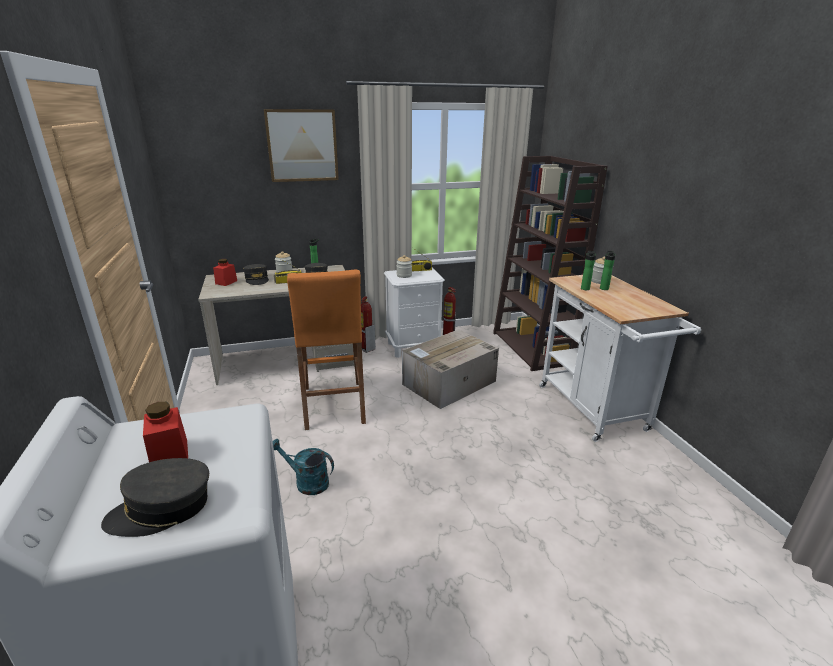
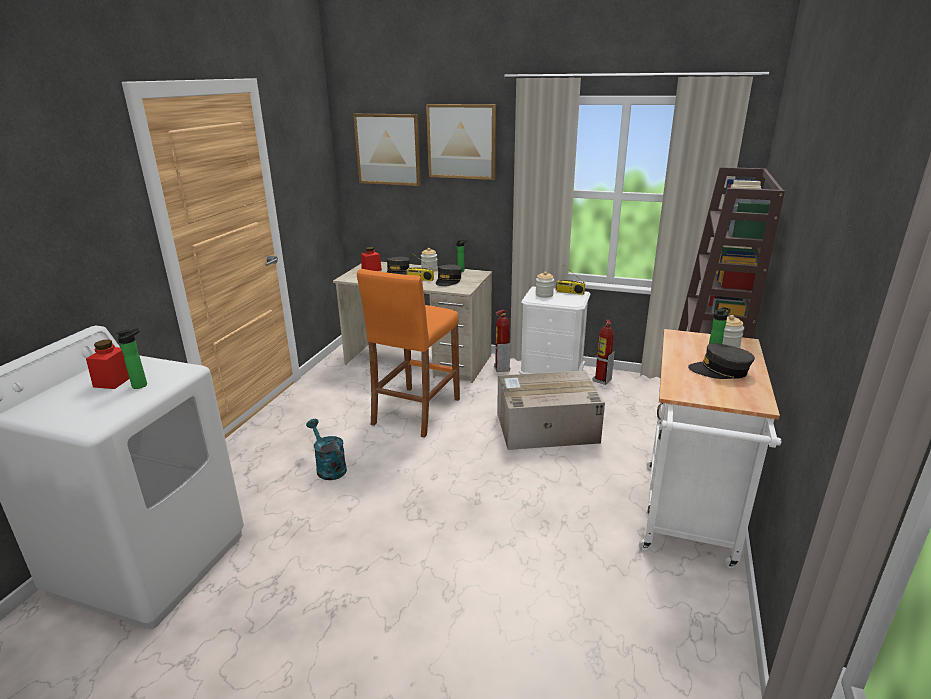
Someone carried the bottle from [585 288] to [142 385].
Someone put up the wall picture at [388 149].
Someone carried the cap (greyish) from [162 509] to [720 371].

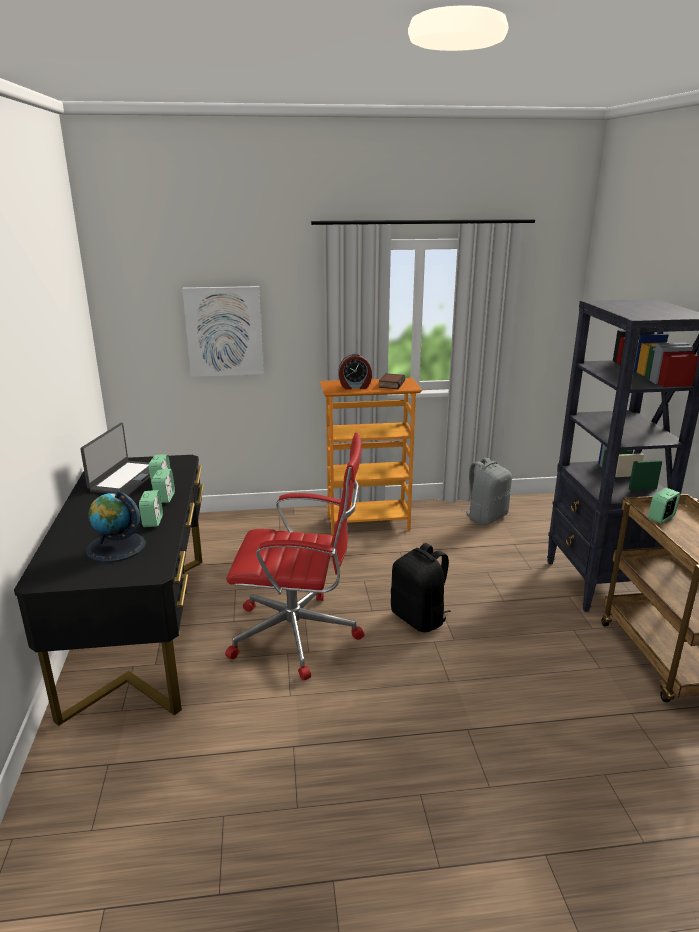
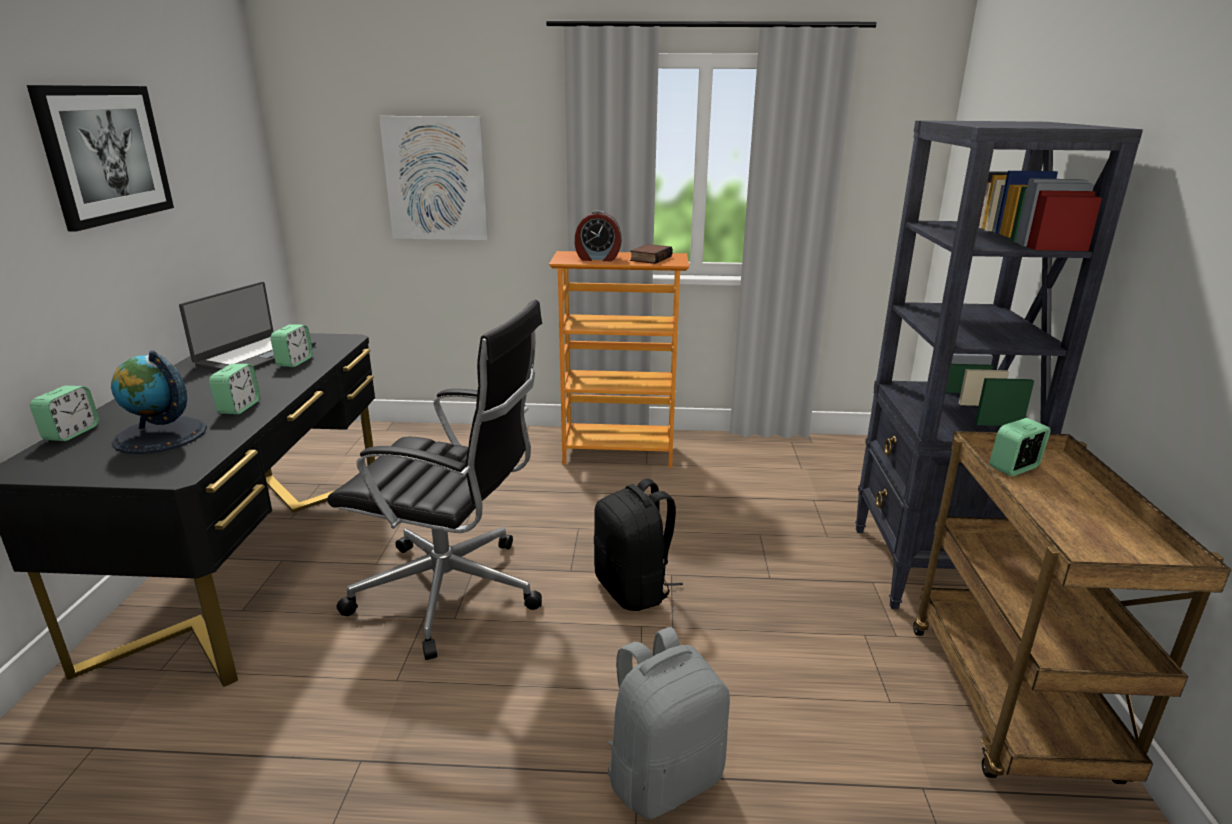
Someone put up the wall picture at [105 154].
Someone carried the alarm clock from [165 498] to [71 433].
Someone repainted the computer chair (red) at [299 635], which became the computer chair (blackish) at [453 593].
Someone carried the knapsack (greyish) from [486 517] to [664 777].

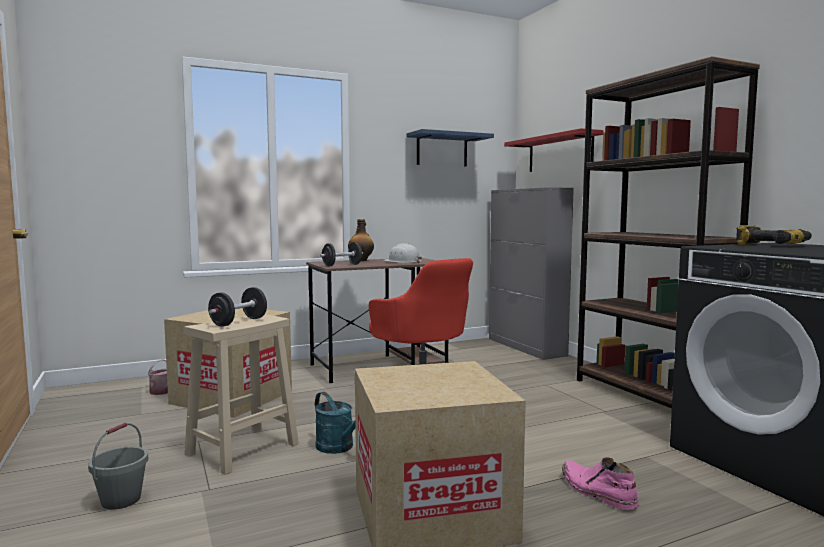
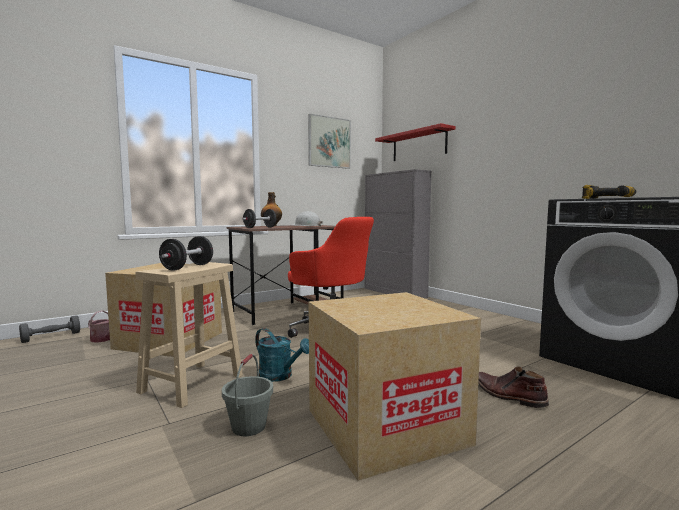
Someone put down the free weight (greyish) at [51 337].
Someone carried the water bucket (greyish) from [121 500] to [249 427].
Someone swapped the bracket shelf (blue-coloured) at [442 150] for the wall picture at [329 142].
Someone repainted the high-top boot (pink) at [596 492], which became the high-top boot (brown) at [508 395].
Someone took away the shelving unit (brown) at [649 396].

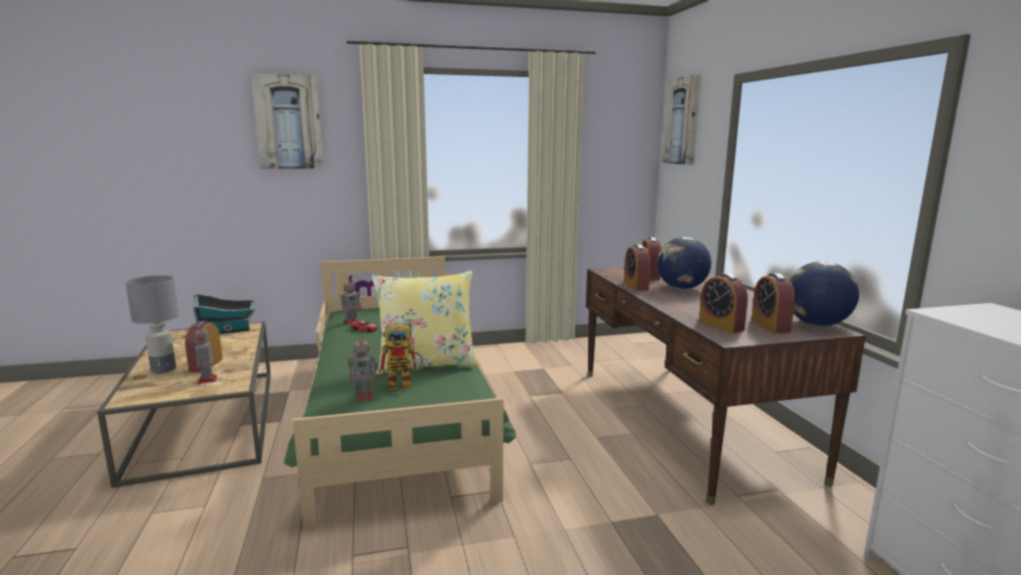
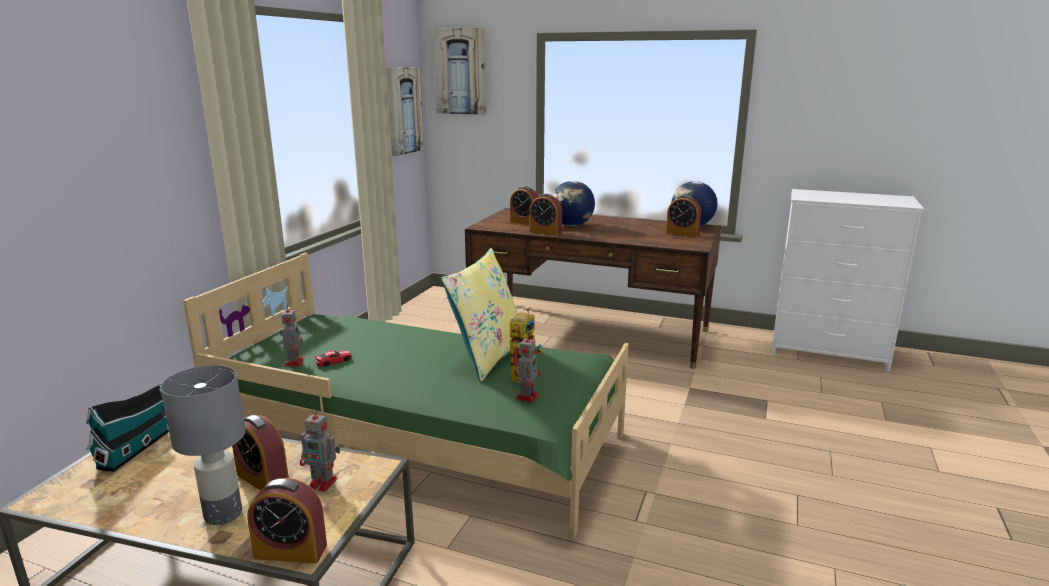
Someone carried the alarm clock from [721 325] to [290 551].
Someone carried the wall picture from [288 122] to [404 110].

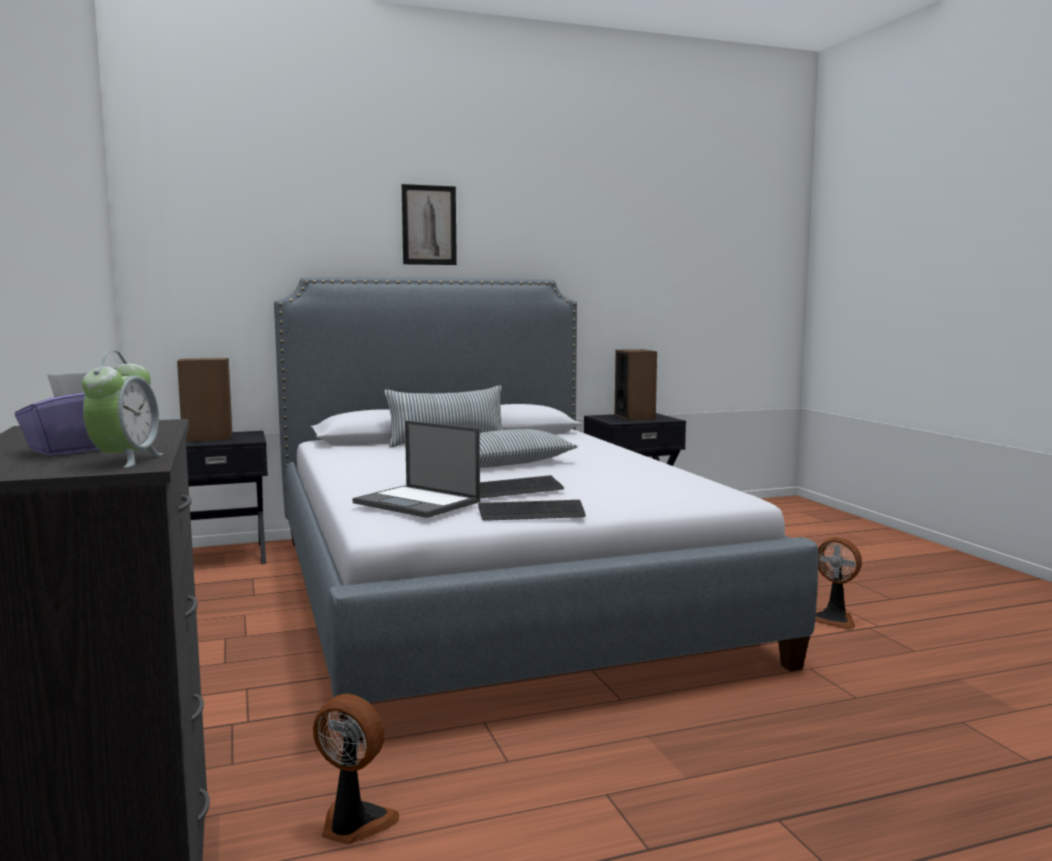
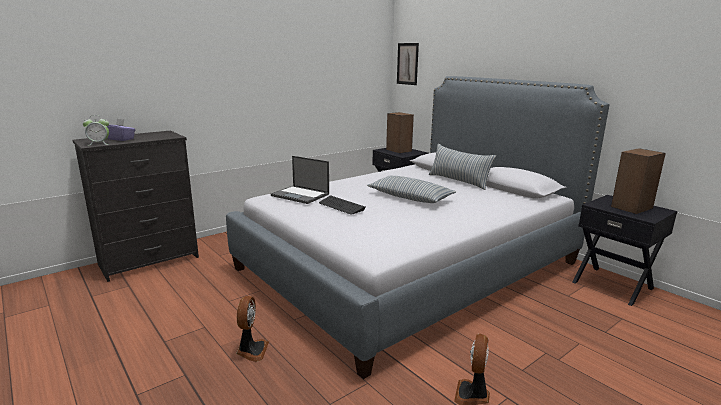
Someone carried the electric fan from [353 824] to [251 350].
Someone rotated the laptop at [418 502] by 75 degrees counterclockwise.
Someone carried the wall picture from [429 225] to [407 64].
Someone took away the computer keyboard at [531 513].

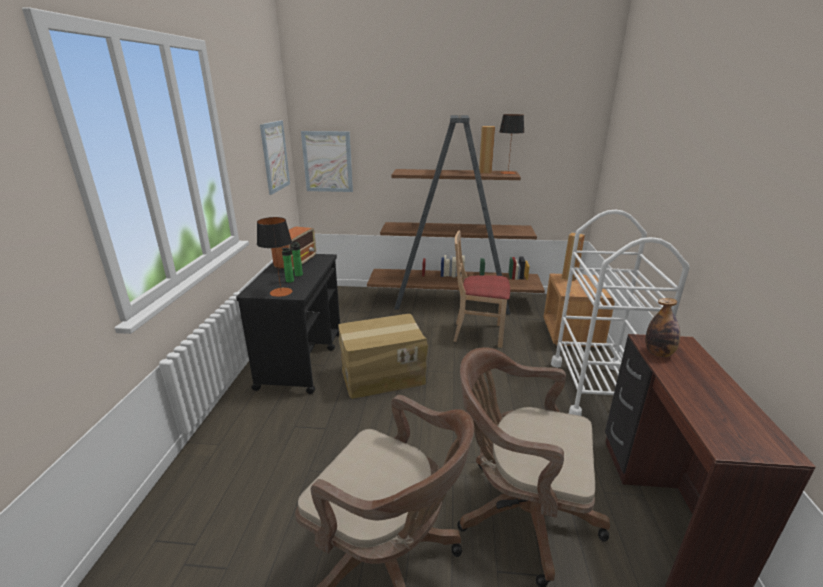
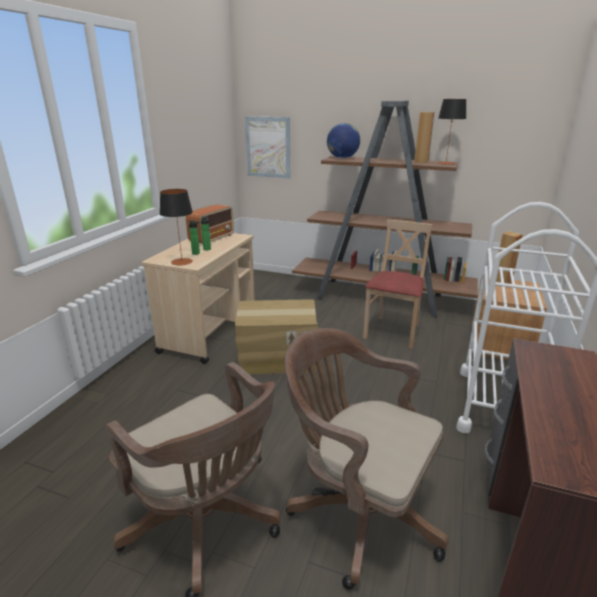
Someone repainted the trolley (blackish) at [302 359], which became the trolley (beige) at [210 332].
Someone put down the desk globe at [342 158].
Someone rotated the upright chair (beige) at [478 333] by 90 degrees clockwise.
Someone took away the wall picture at [275 156].
Someone took away the bottle at [658 353].

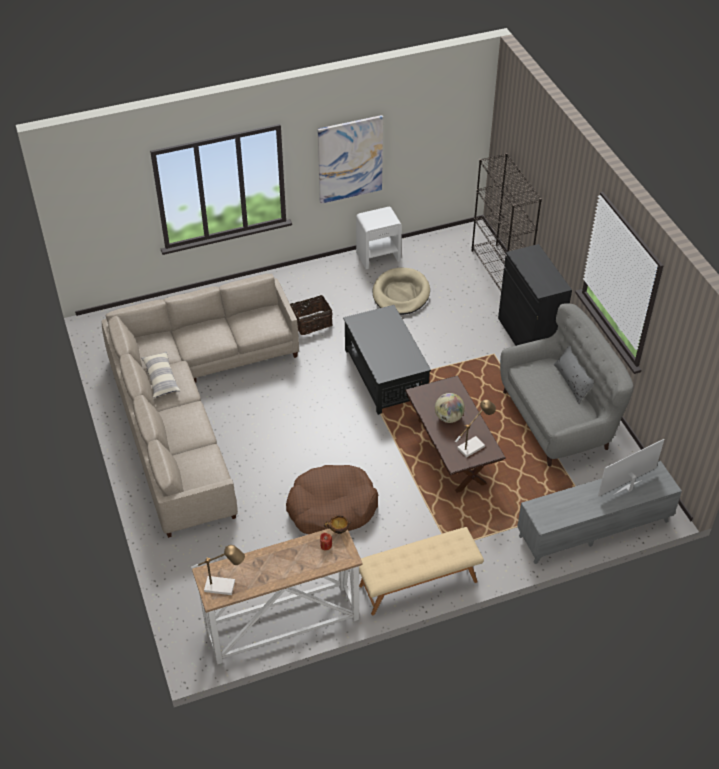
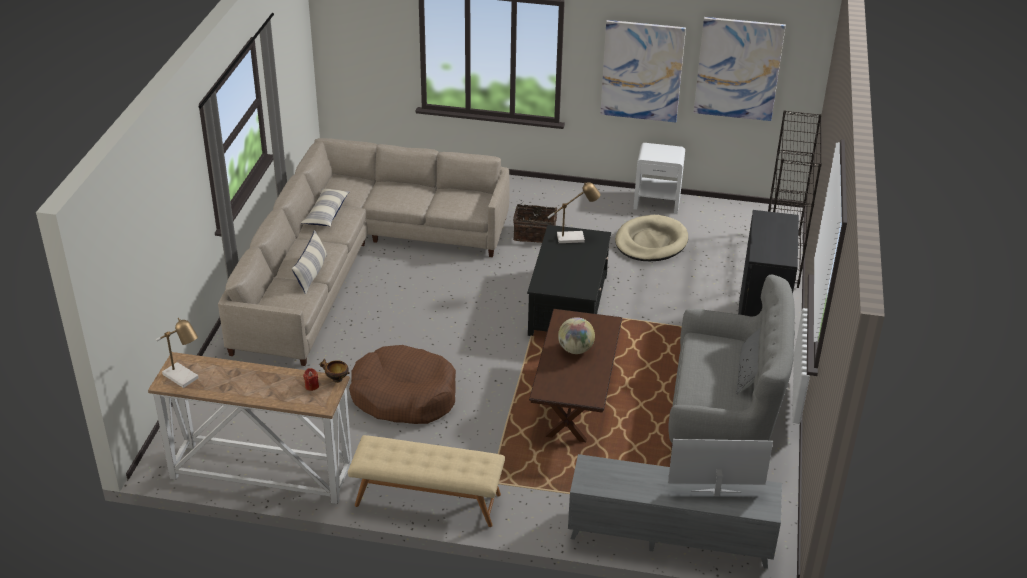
Someone put down the cushion at [311 273].
Someone carried the table lamp from [473 445] to [574 237].
Someone put up the wall picture at [738 69].

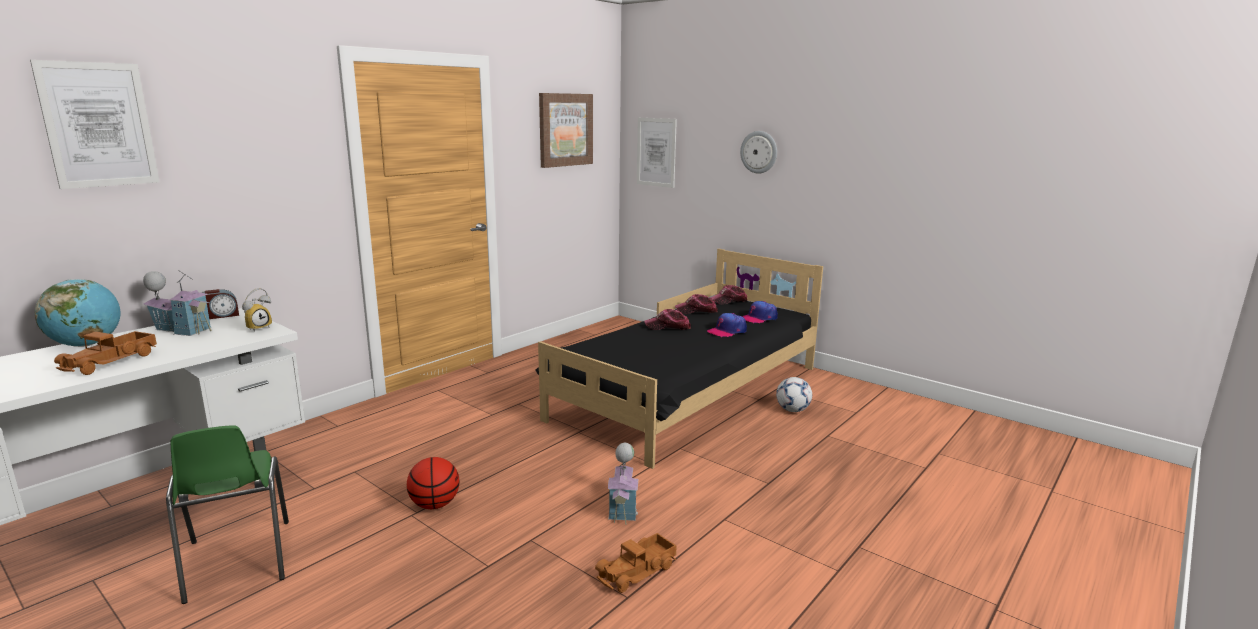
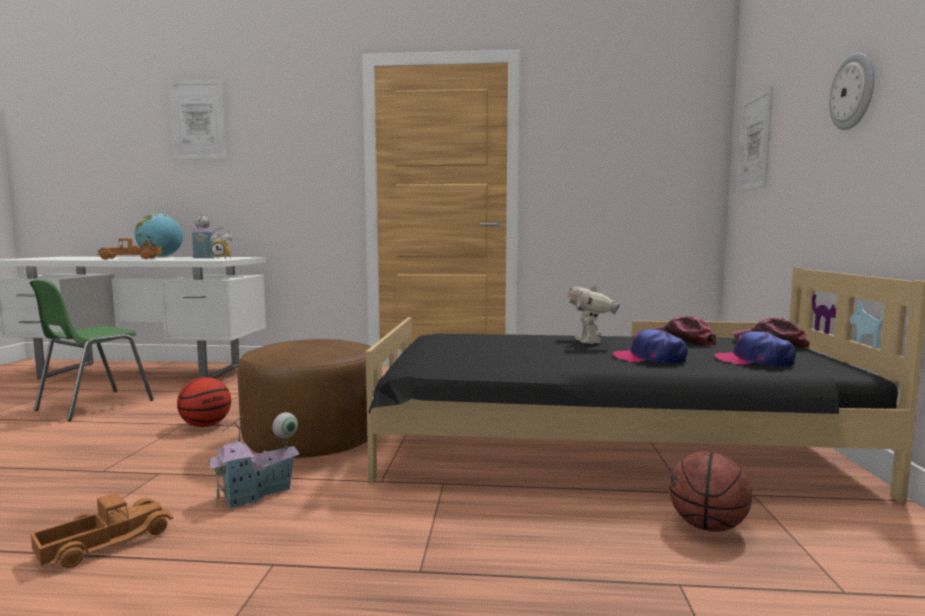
Someone rotated the toy lorry at [638 571] by 120 degrees clockwise.
Someone put down the pouffe (brown) at [313 440].
Someone swapped the cap at [668 327] for the robot figure at [590 342].
Someone swapped the football at [792 410] for the basketball ball at [707 526].
Someone took away the alarm clock at [222 315].
Someone took away the wall picture at [565 130].

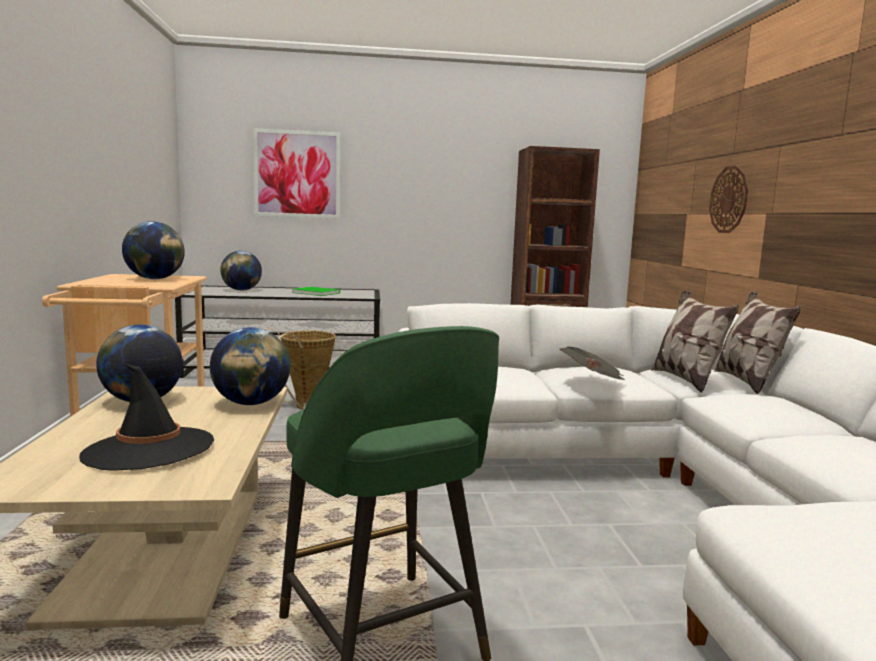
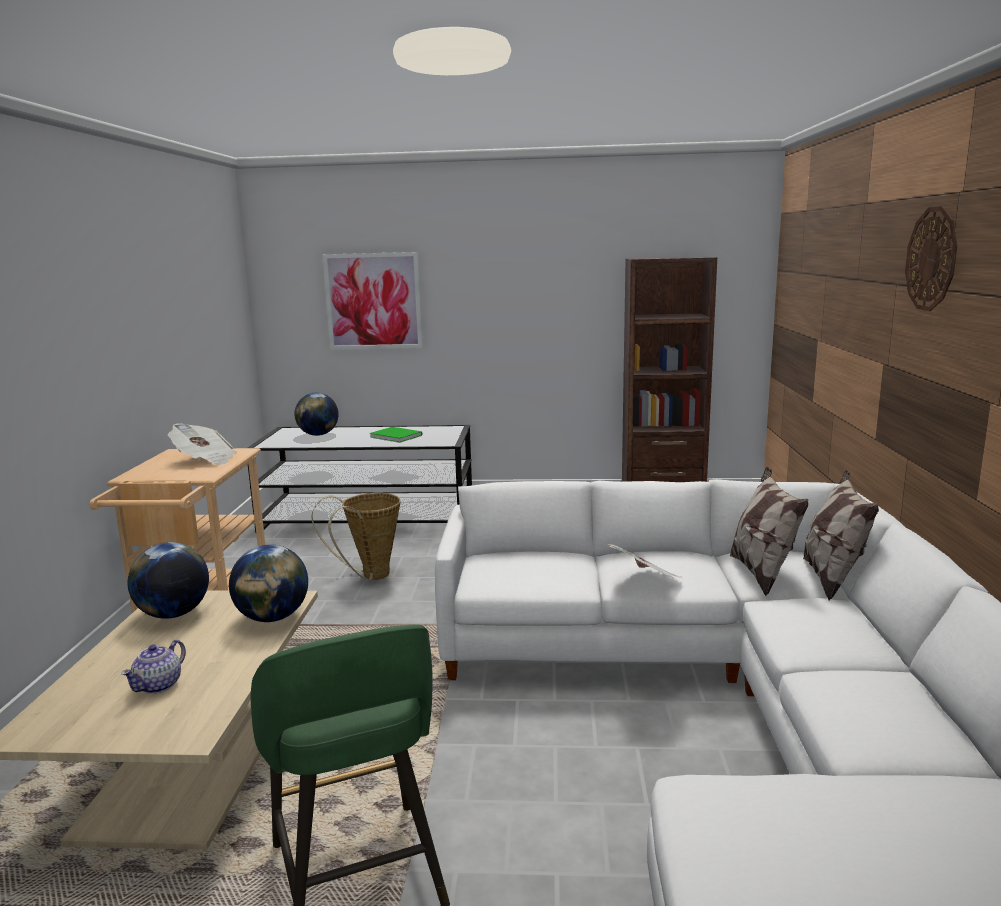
Someone swapped the wearable hat (blackish) at [149 449] for the tea pot at [159 685].
Someone swapped the desk globe at [155 279] for the printed paper at [205 460].
Someone carried the wall clock from [729 199] to [932 259].

